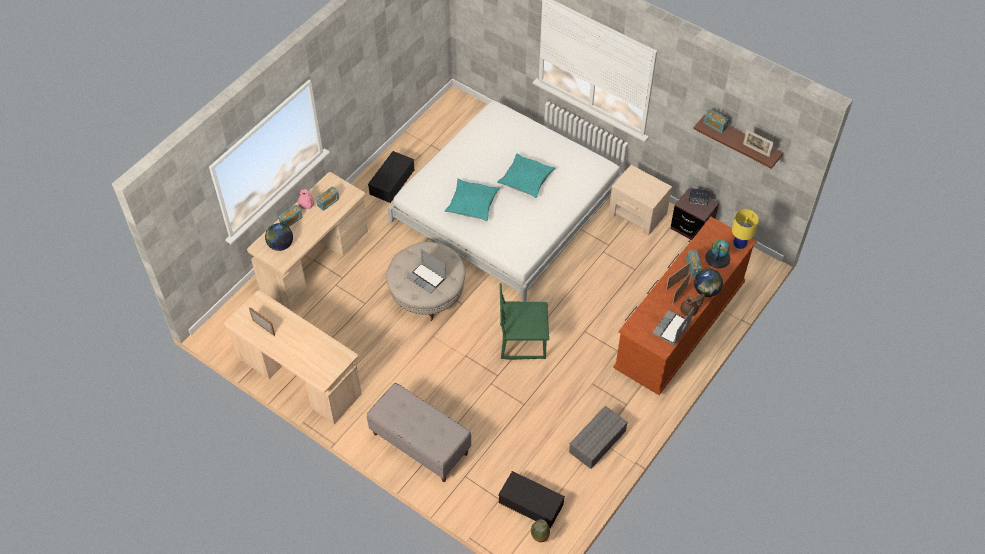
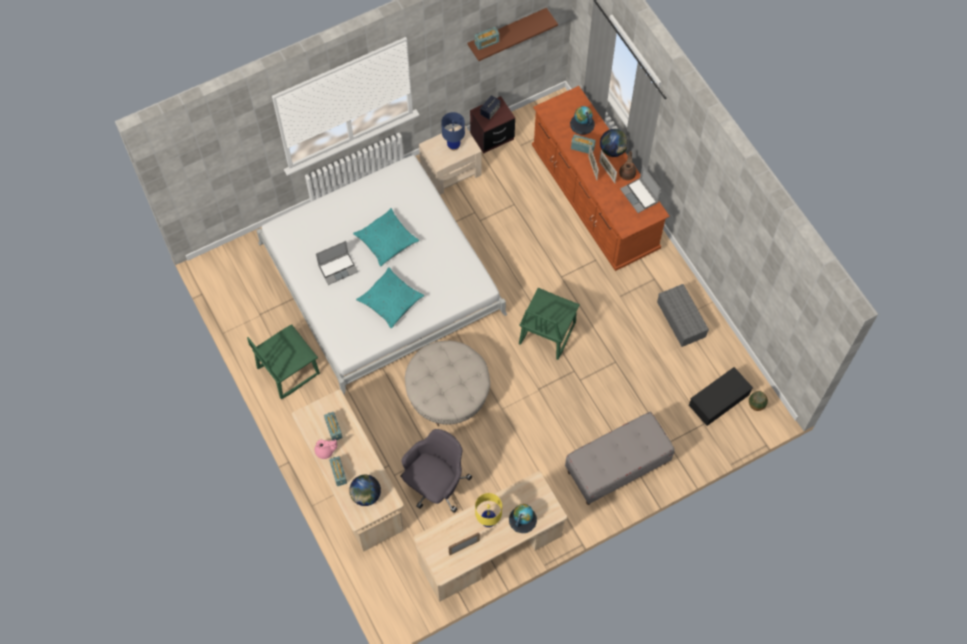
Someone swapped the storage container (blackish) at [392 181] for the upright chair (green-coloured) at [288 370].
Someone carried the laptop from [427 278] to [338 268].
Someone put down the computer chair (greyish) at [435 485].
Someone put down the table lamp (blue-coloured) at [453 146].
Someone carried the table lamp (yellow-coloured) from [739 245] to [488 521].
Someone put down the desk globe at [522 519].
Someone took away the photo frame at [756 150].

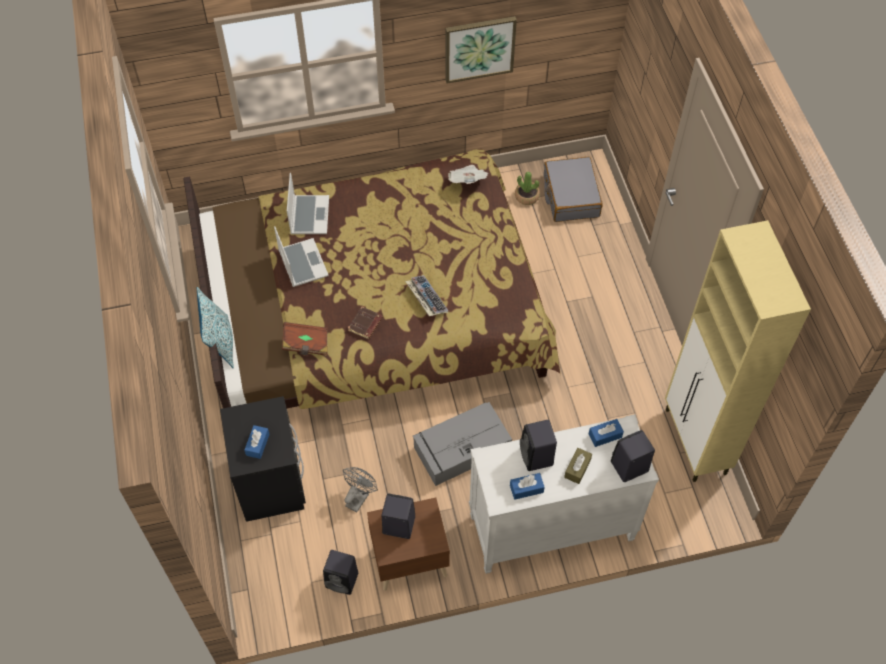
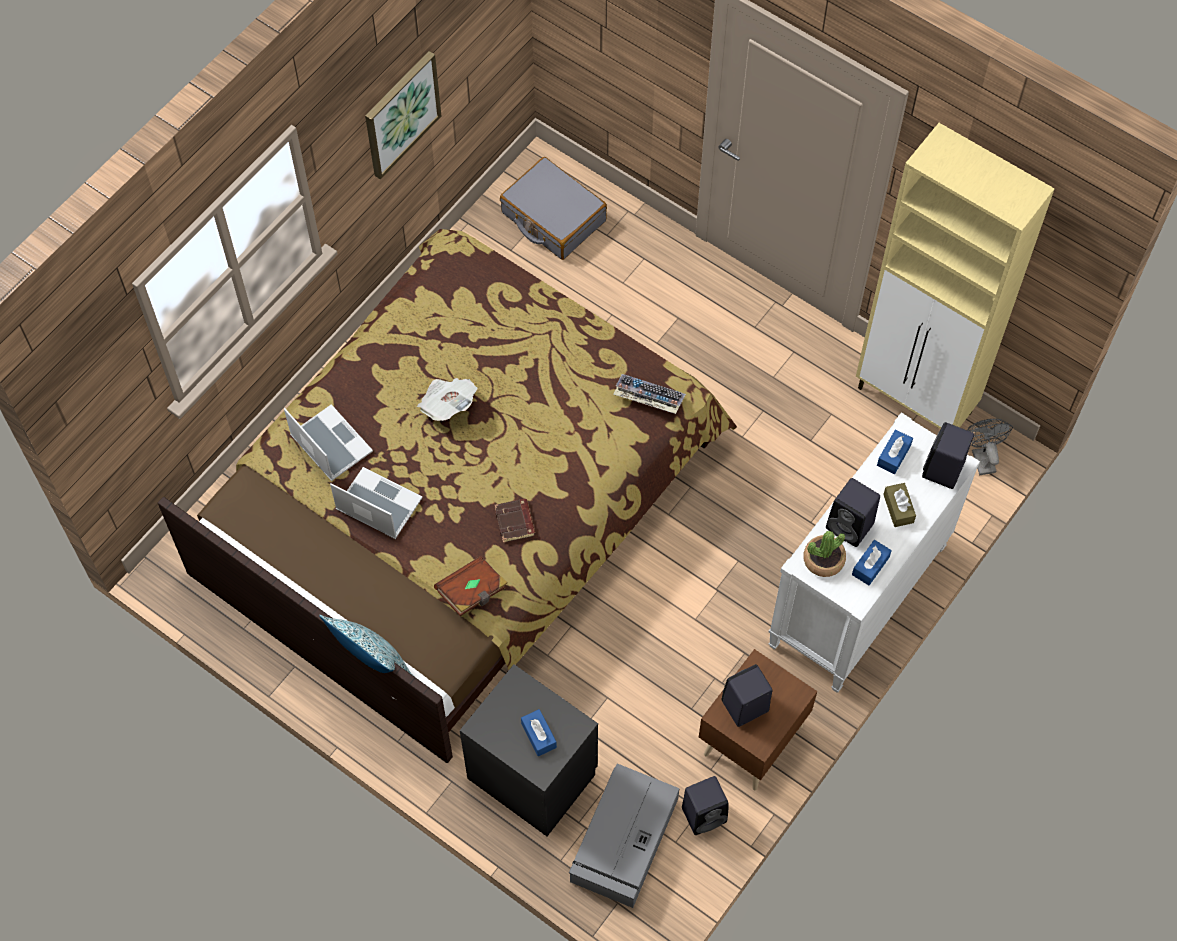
Someone carried the printed paper from [467 181] to [447 405].
Someone carried the storage container (greyish) from [460 449] to [623 842].
Someone carried the computer keyboard from [426 298] to [647 398].
Someone carried the houseplant from [527 196] to [823 559].
Someone carried the electric fan (greyish) from [359 497] to [981 457].

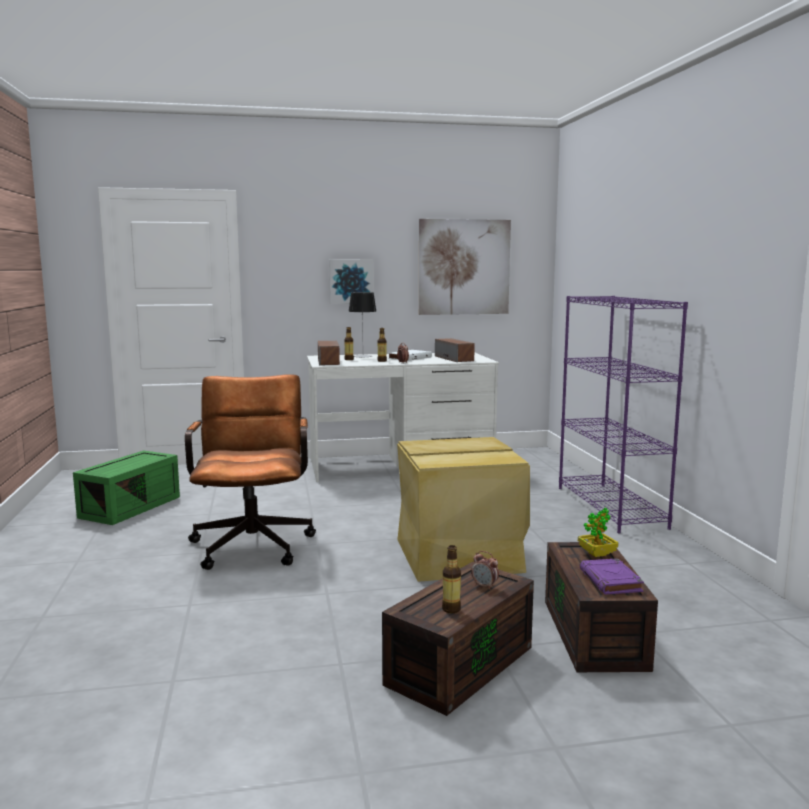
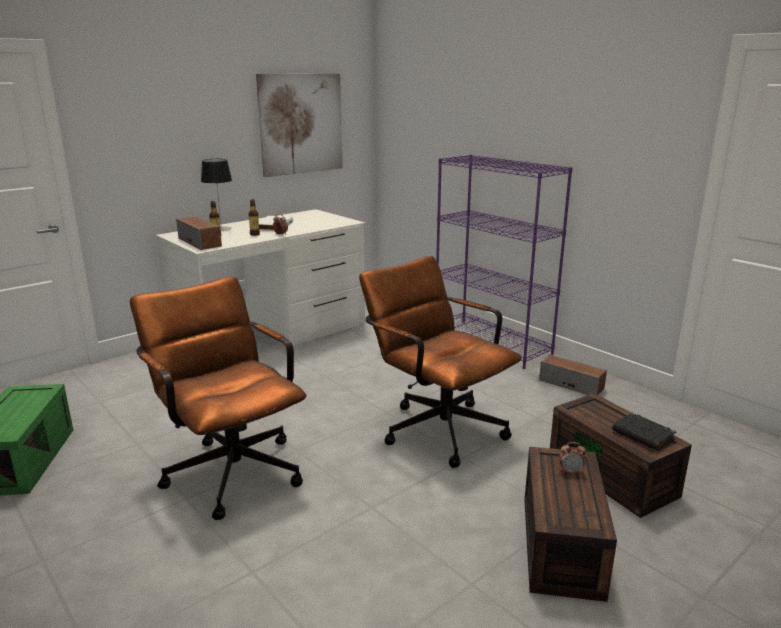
Someone swapped the storage container (beige) at [460 556] for the computer chair (brown) at [436 426].
Someone carried the audio speaker from [454 358] to [571 384].
Someone repainted the volume (purplish) at [611 581], which became the volume (blackish) at [644 435].
Someone took away the wall picture at [351 281].
Someone took away the bottle at [451 609].
Someone took away the houseplant at [597 553].

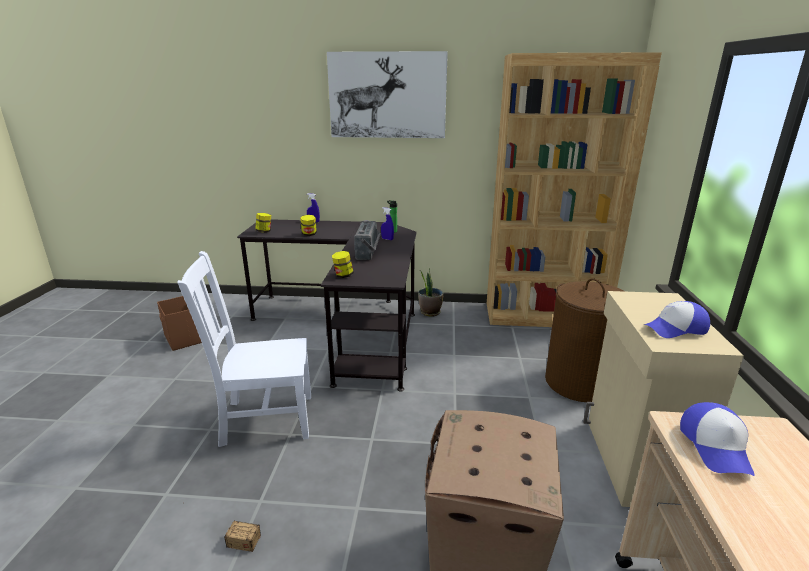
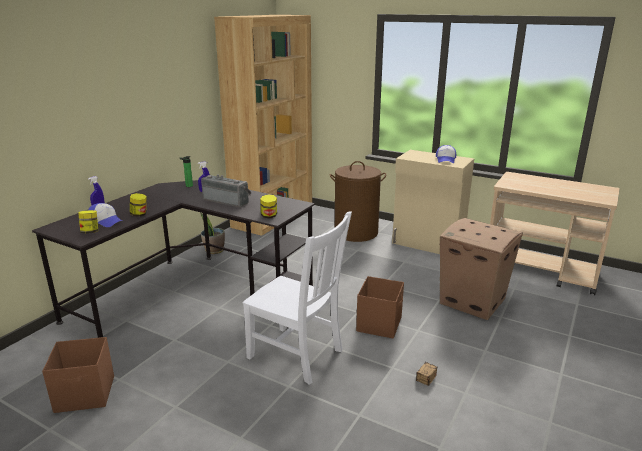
Someone carried the cap from [716 447] to [105 221].
Someone rotated the upright chair (white) at [264 419] by 75 degrees counterclockwise.
Someone put down the storage container (brown) at [379 324].
Someone took away the wall picture at [387 95].

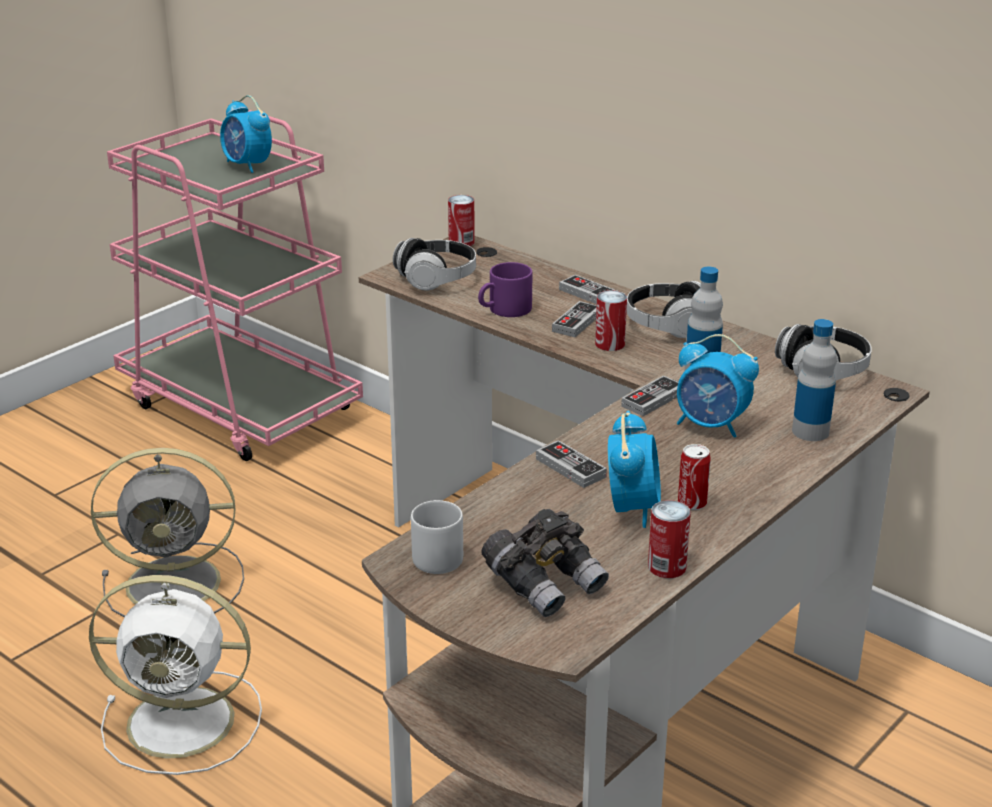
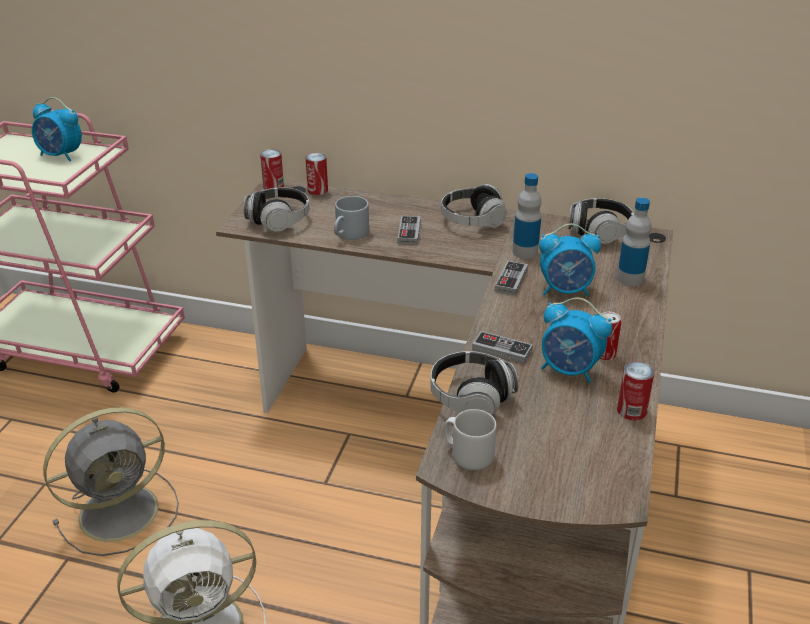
Someone carried the sealed can from [610 344] to [317 190].
Someone repainted the tea mug (purplish) at [504 310], which became the tea mug (greyish) at [349 234].
Someone put down the headphones at [471 398].
Someone rotated the alarm clock at [632 508] by 135 degrees clockwise.
Someone took away the binoculars (greyish) at [545 583].
Someone took away the gamepad at [588 294].

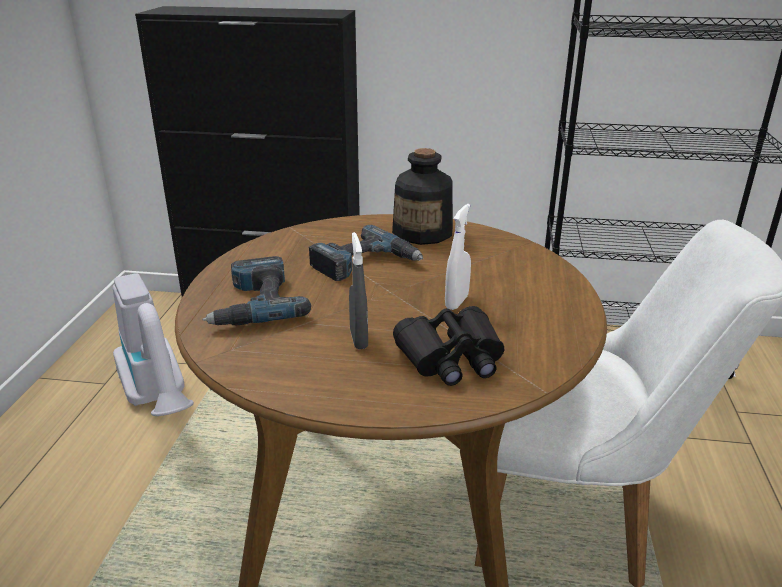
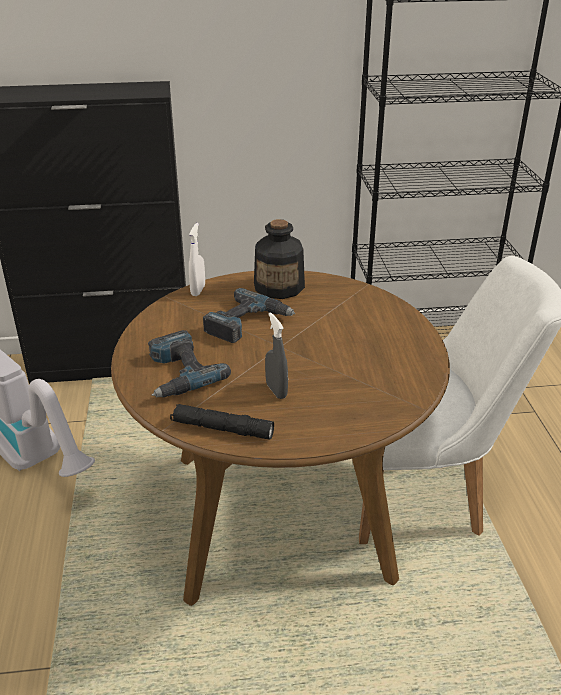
Someone put down the flashlight (blackish) at [222 428].
Someone carried the spray bottle (white) from [456 302] to [198 290].
Someone took away the binoculars (blackish) at [451 358].

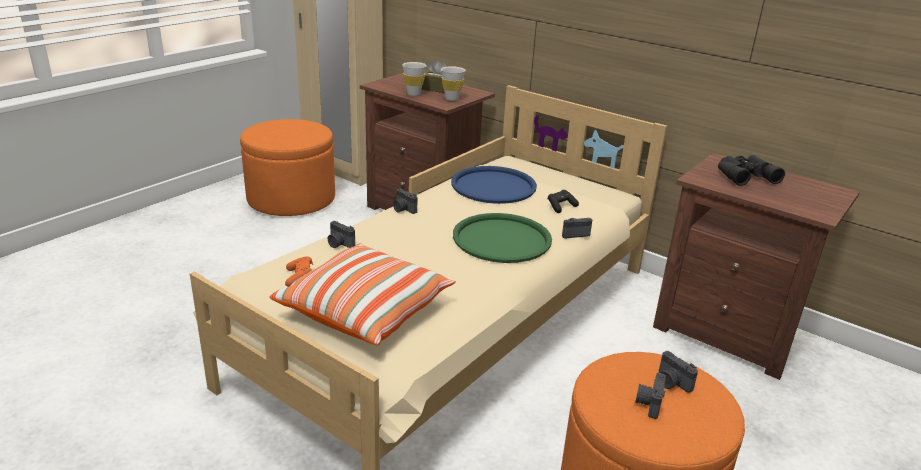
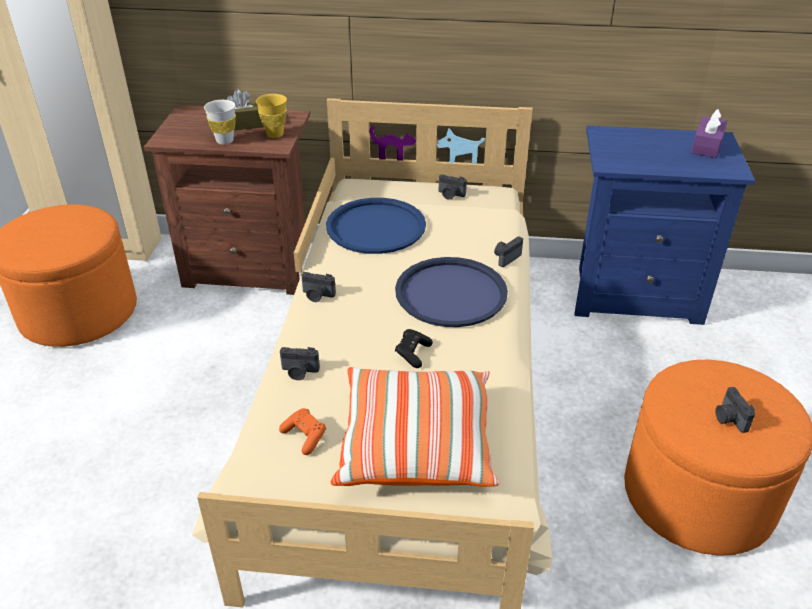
Someone repainted the drinking cup (white) at [452 99], which became the drinking cup (yellow-coloured) at [275 134].
Someone repainted the serving tray (green-coloured) at [502 239], which became the serving tray (blue-coloured) at [451 293].
Someone carried the gamepad (blackish) from [561 207] to [412 354].
Someone carried the photo camera from [671 383] to [450 195].
Someone repainted the night table (brown) at [729 333], which became the night table (blue-coloured) at [635 294].
Someone put down the box of tissues (purplish) at [706 146].
Someone took away the binoculars (blackish) at [743 175].

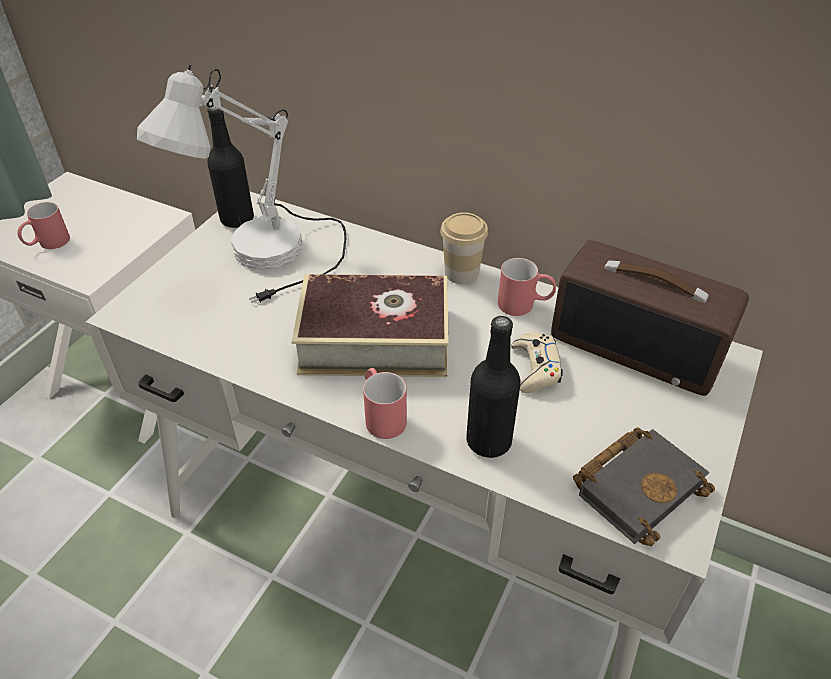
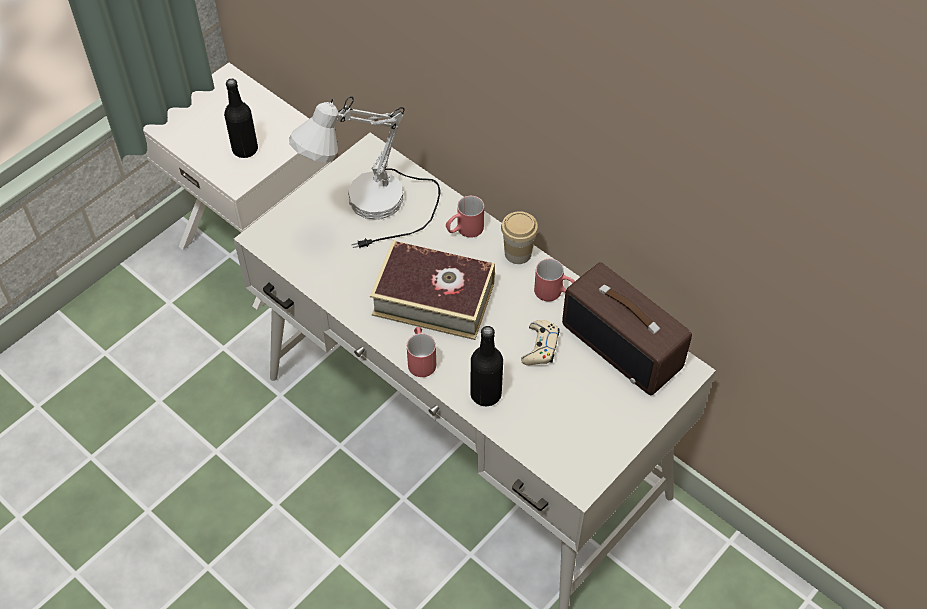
Someone carried the bottle (blackish) from [237 219] to [245 149].
Someone carried the tea mug (red) from [47 244] to [464 230].
Someone took away the volume (blackish) at [638 485].

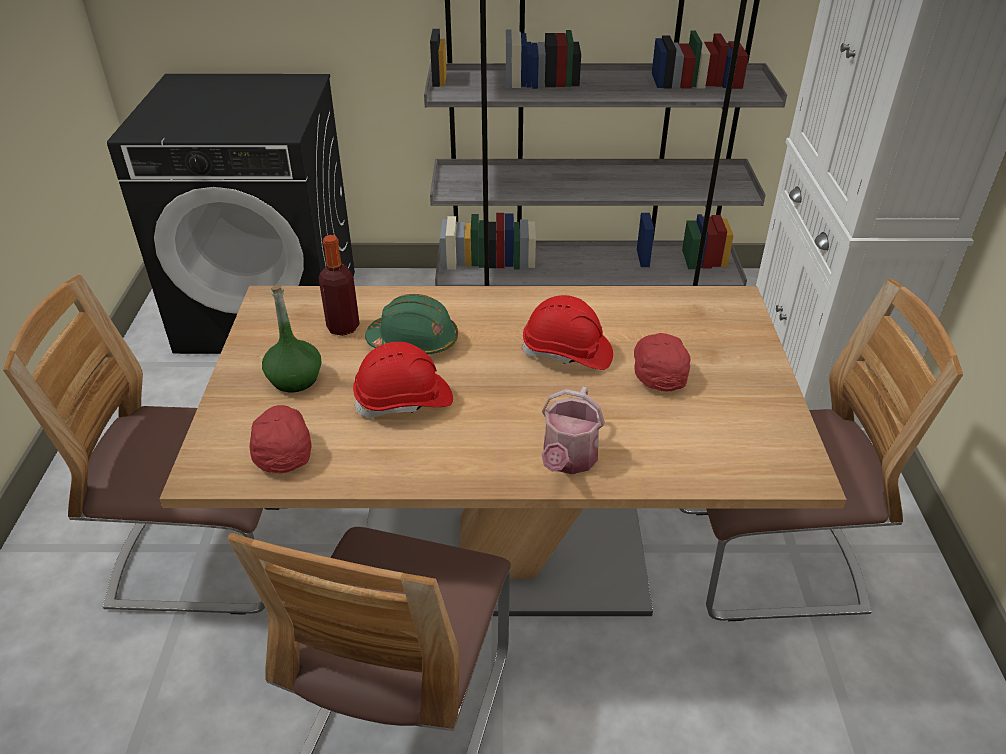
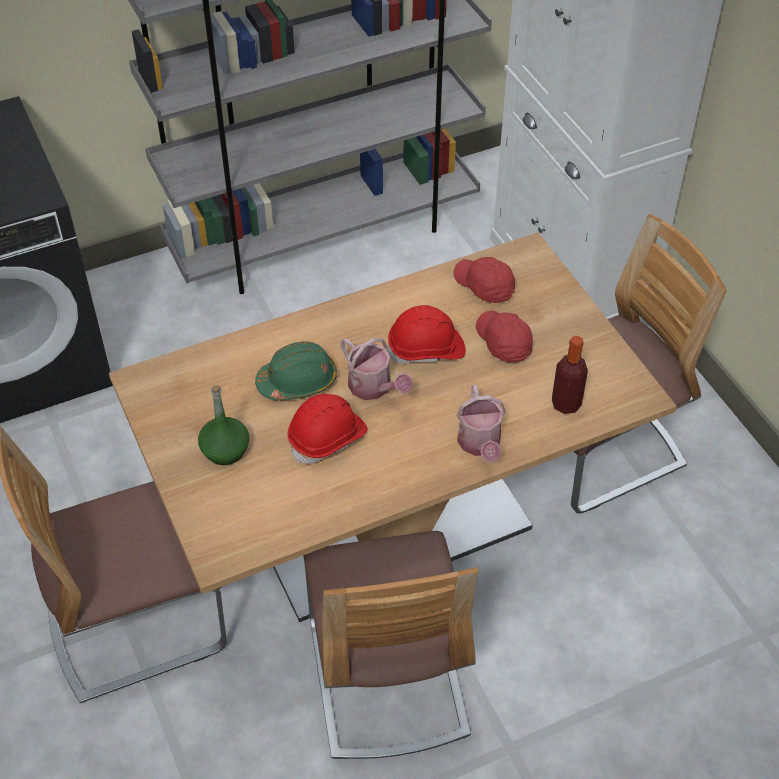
Someone put down the watering can at [374 388].
Someone carried the cap (red) from [281 446] to [484 286].
Someone carried the bottle from [343 327] to [566 404].

